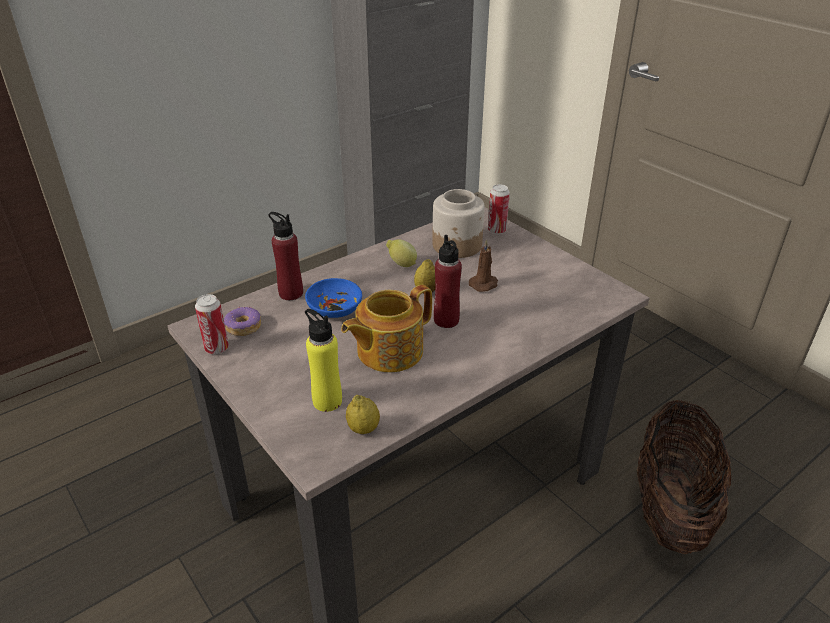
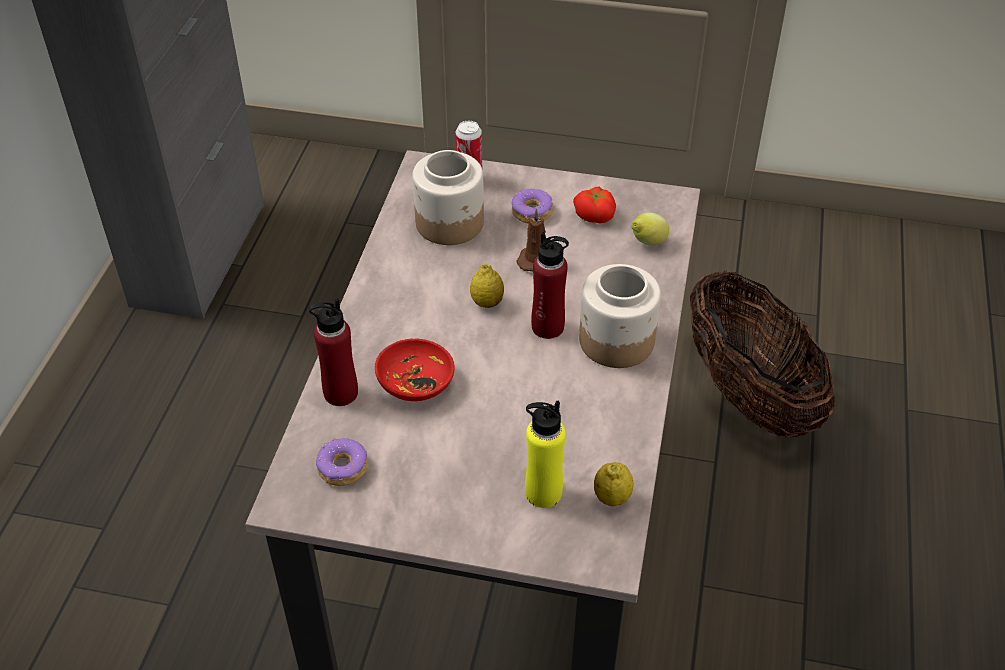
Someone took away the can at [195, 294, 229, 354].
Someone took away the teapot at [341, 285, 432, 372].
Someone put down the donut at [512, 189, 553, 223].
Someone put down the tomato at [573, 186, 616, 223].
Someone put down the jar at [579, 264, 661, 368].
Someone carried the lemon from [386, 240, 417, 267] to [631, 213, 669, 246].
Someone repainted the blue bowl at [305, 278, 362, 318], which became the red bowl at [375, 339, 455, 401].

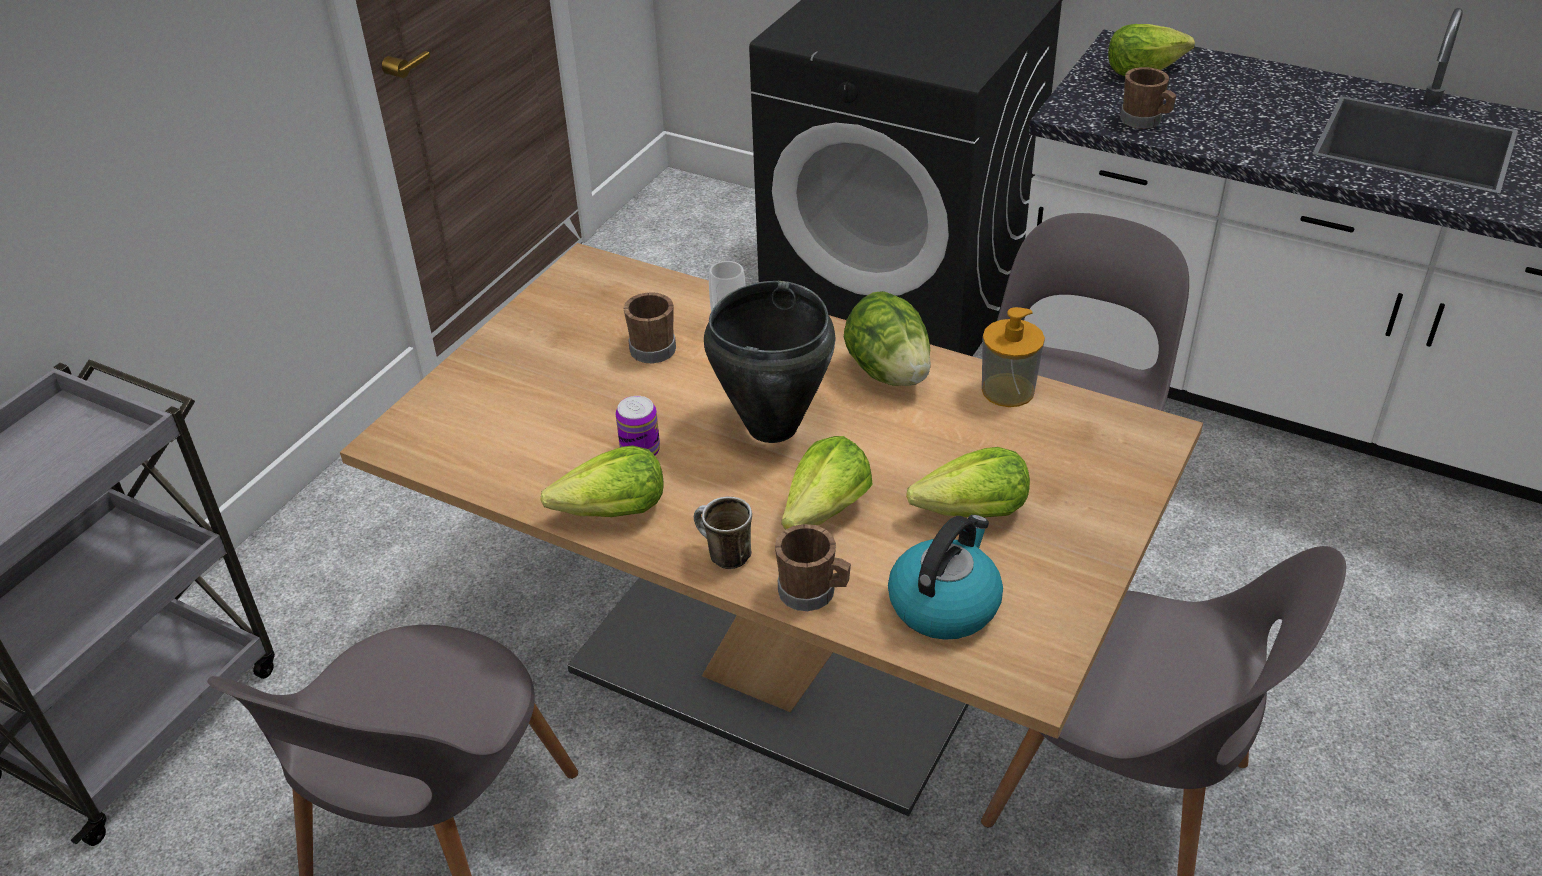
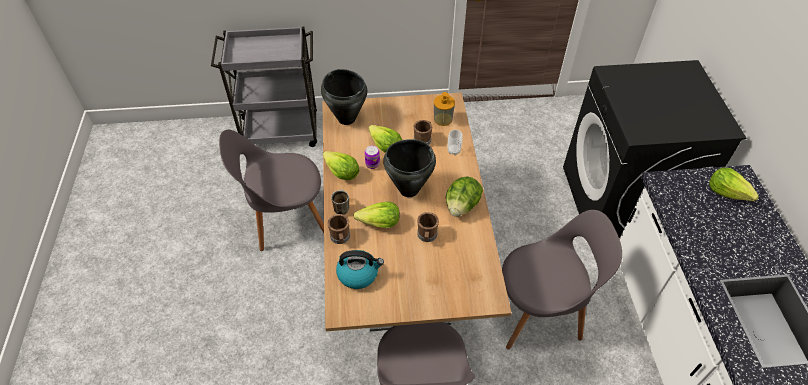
Someone put down the black cooking pot at [321, 69, 367, 125].
Someone carried the lettuce from [906, 447, 1030, 517] to [368, 125, 402, 153].
Someone carried the soap dispenser from [982, 307, 1045, 407] to [434, 92, 455, 126].
Someone carried the brown mug from [1120, 67, 1177, 129] to [417, 212, 439, 242].

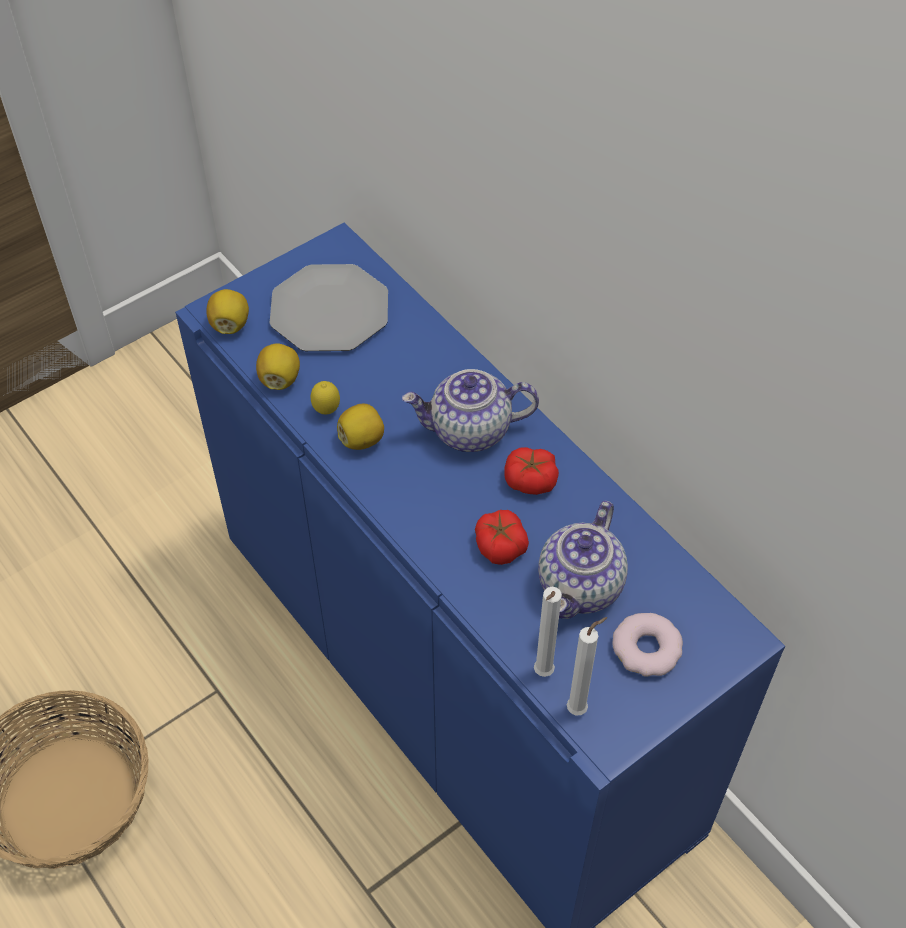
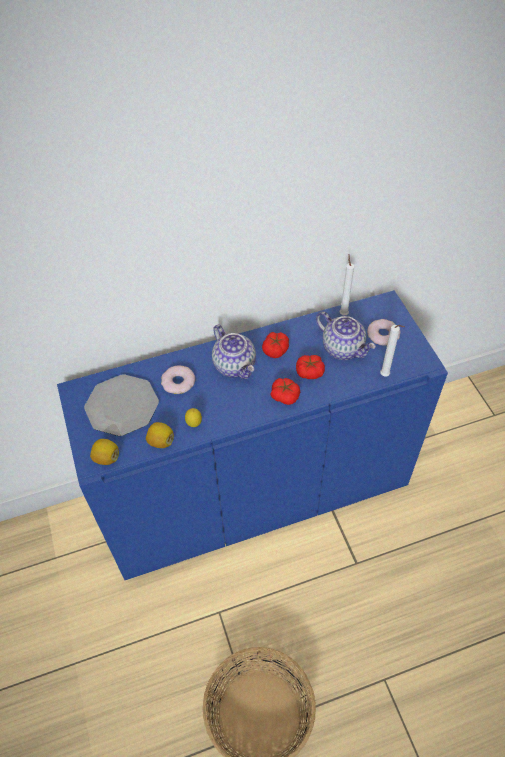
Someone took away the lemon at [337, 404, 384, 450].
Someone put down the donut at [161, 365, 195, 394].
Someone put down the tomato at [270, 378, 300, 405].
Someone carried the white candle from [567, 617, 608, 716] to [340, 254, 354, 316].
Someone rotated the teapot at [402, 369, 539, 452] by 45 degrees counterclockwise.

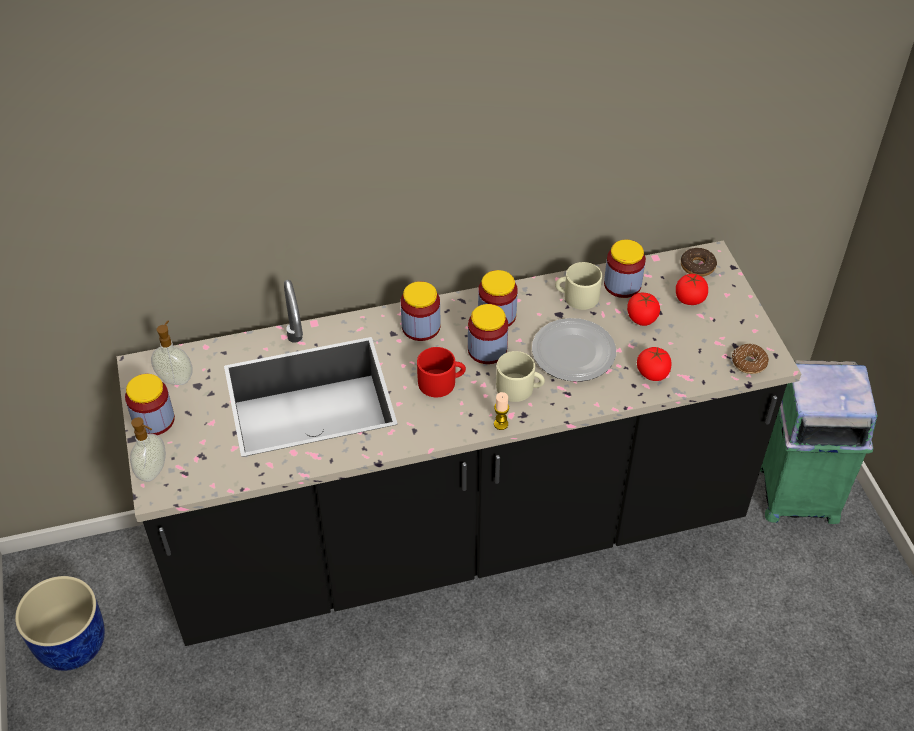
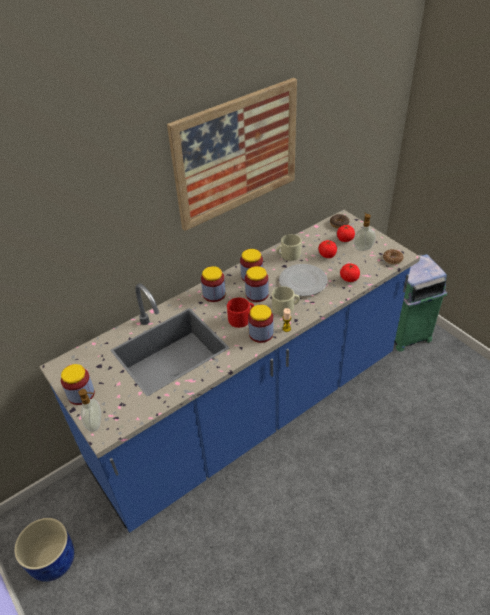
Someone put up the picture at [167, 78, 297, 231].
Someone carried the soap dispenser from [151, 320, 193, 385] to [354, 213, 376, 251].
Someone carried the jar from [604, 240, 646, 298] to [248, 305, 274, 343].
Someone repainted the black counter at [117, 240, 801, 646], which became the blue counter at [39, 210, 420, 533].

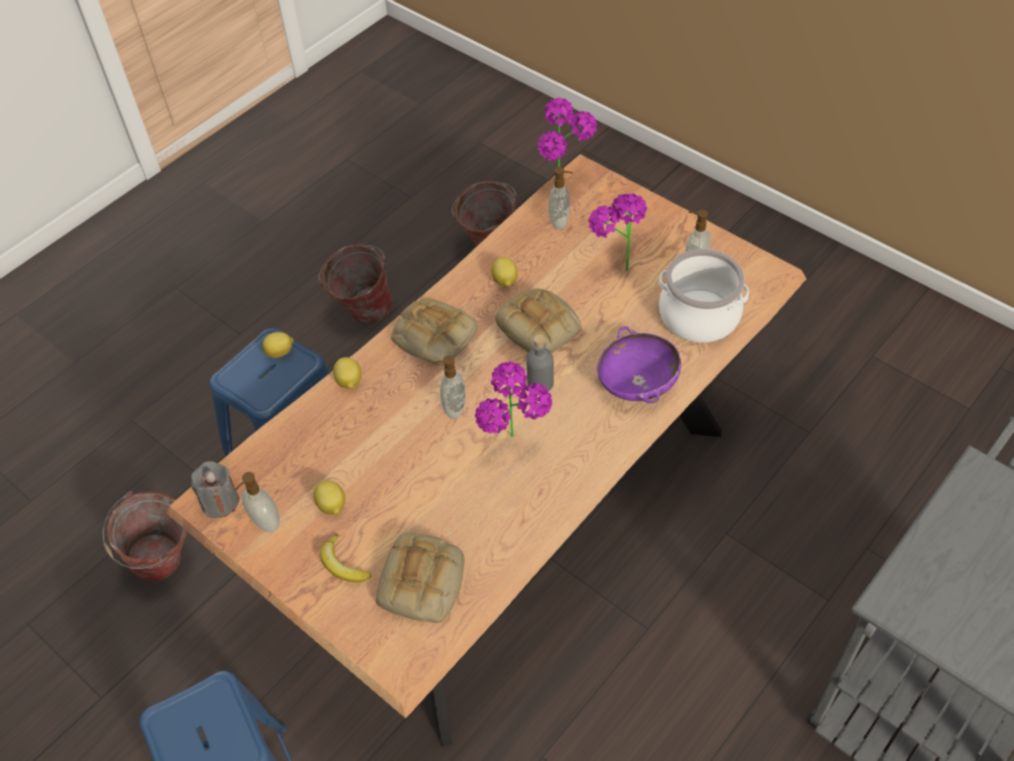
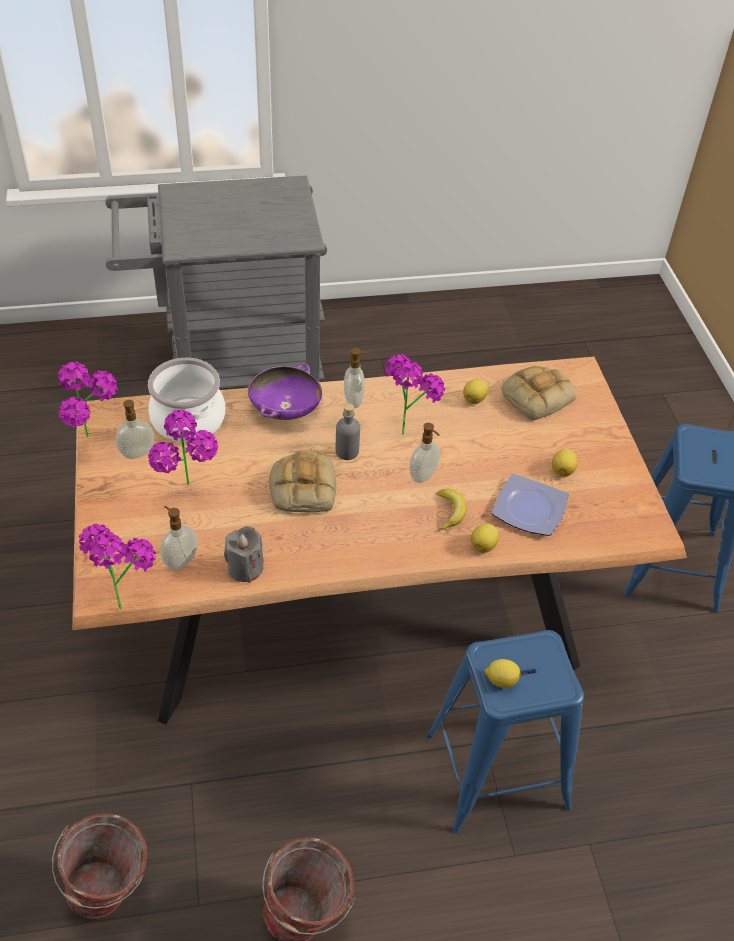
Someone took away the bucket at [103, 491, 187, 582].
Someone took away the bread at [391, 298, 478, 366].
Someone put down the potted plant at [58, 361, 117, 438].
Someone put down the plate at [492, 474, 569, 536].
Someone carried the grey candle from [191, 461, 239, 518] to [224, 526, 264, 583].
Someone carried the soap dispenser from [235, 472, 280, 533] to [344, 348, 369, 408].
Someone carried the banana from [320, 533, 372, 583] to [437, 489, 467, 530].
Someone carried the lemon from [491, 257, 518, 287] to [463, 379, 488, 404].

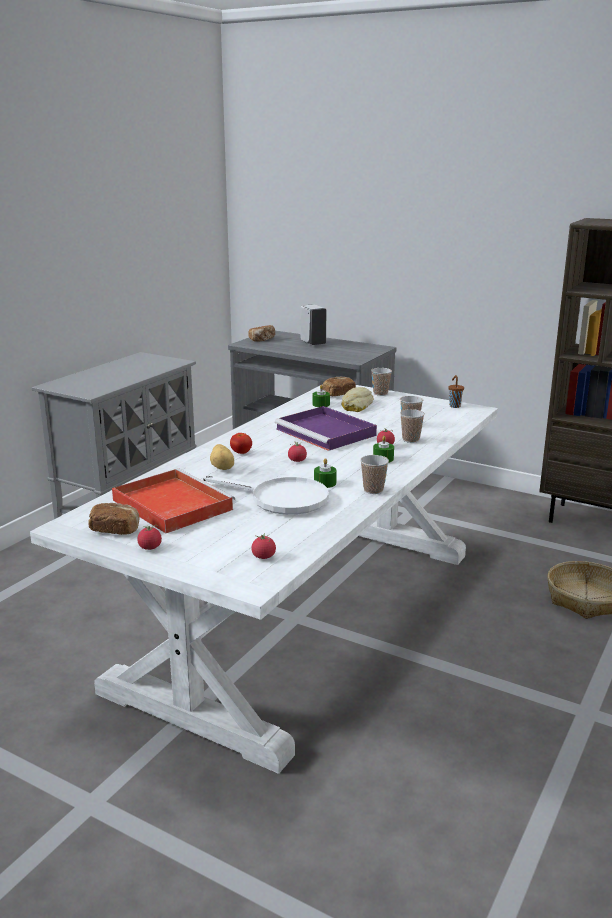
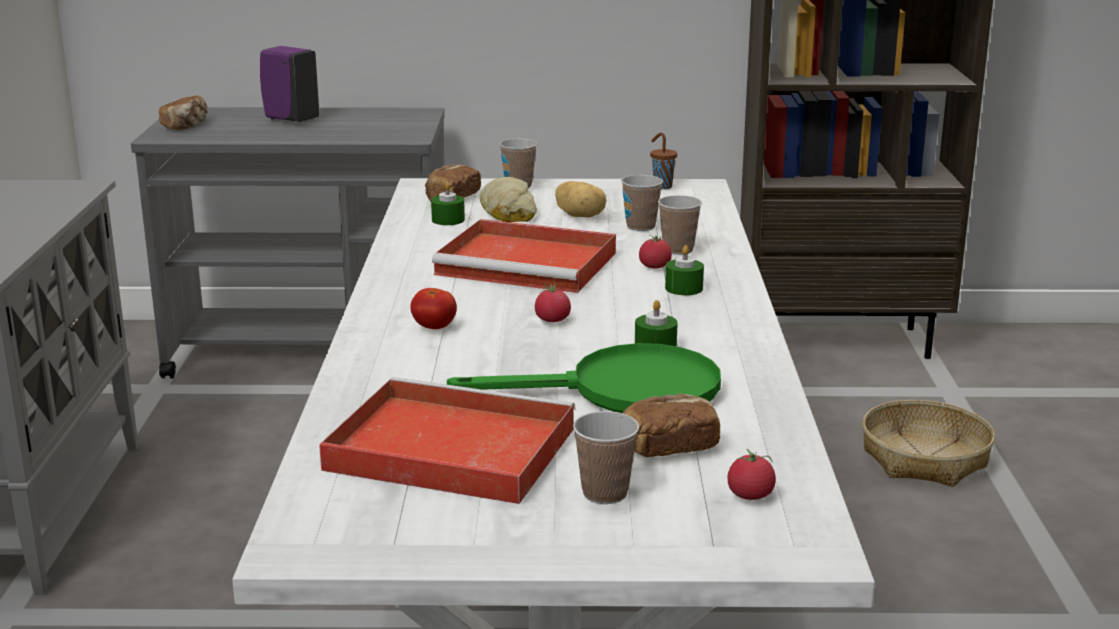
Someone took away the tomato at [137, 525, 162, 550].
Someone carried the bread from [88, 503, 139, 535] to [623, 394, 720, 457].
Someone carried the potato from [210, 444, 234, 470] to [555, 181, 606, 218].
Someone carried the cup from [360, 455, 389, 494] to [573, 411, 640, 504].
Someone repainted the white frying pan at [202, 475, 329, 515], which became the green frying pan at [447, 343, 721, 413].
Someone repainted the purple tray at [275, 406, 377, 451], which became the red tray at [432, 219, 616, 293].
Someone repainted the white soap dispenser at [300, 304, 326, 345], which became the purple soap dispenser at [260, 46, 319, 122].

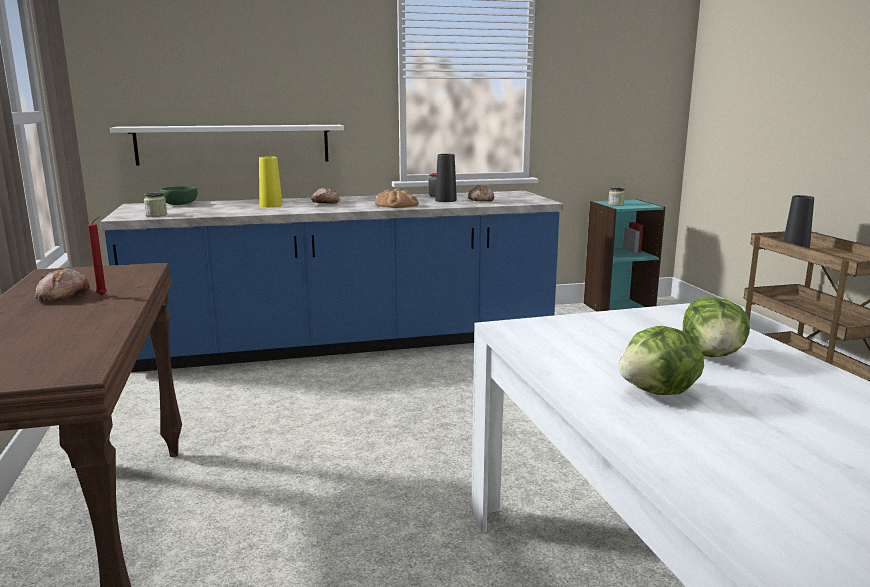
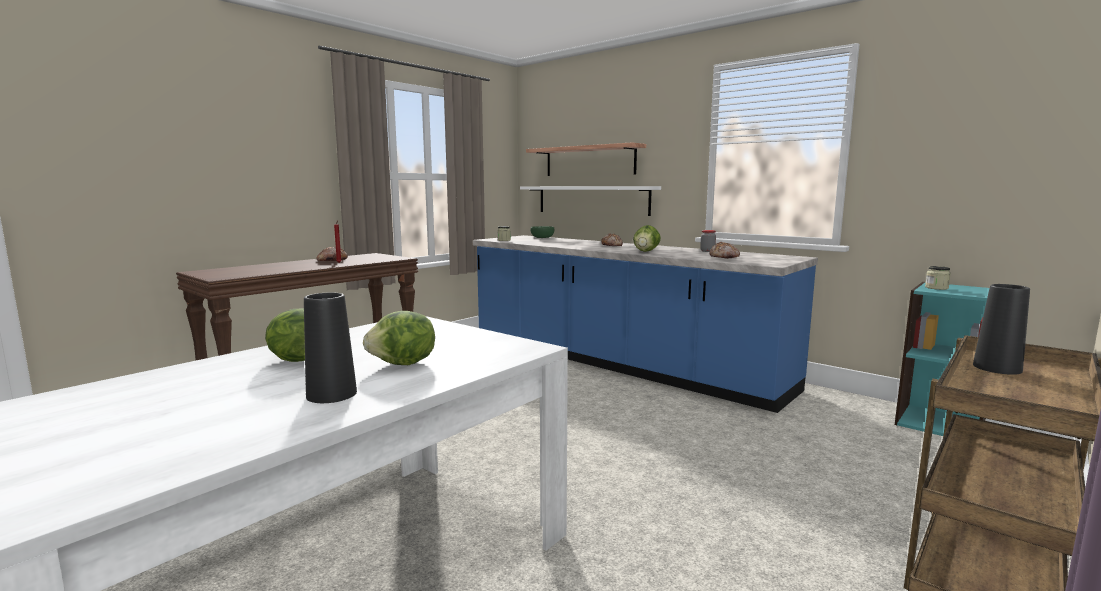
Someone took away the yellow vase at [259, 156, 283, 207].
Someone put up the shelf at [526, 142, 646, 176].
Someone carried the black vase from [435, 154, 457, 202] to [304, 292, 357, 403].
Someone swapped the bread at [375, 188, 419, 208] for the lettuce at [633, 225, 661, 252].

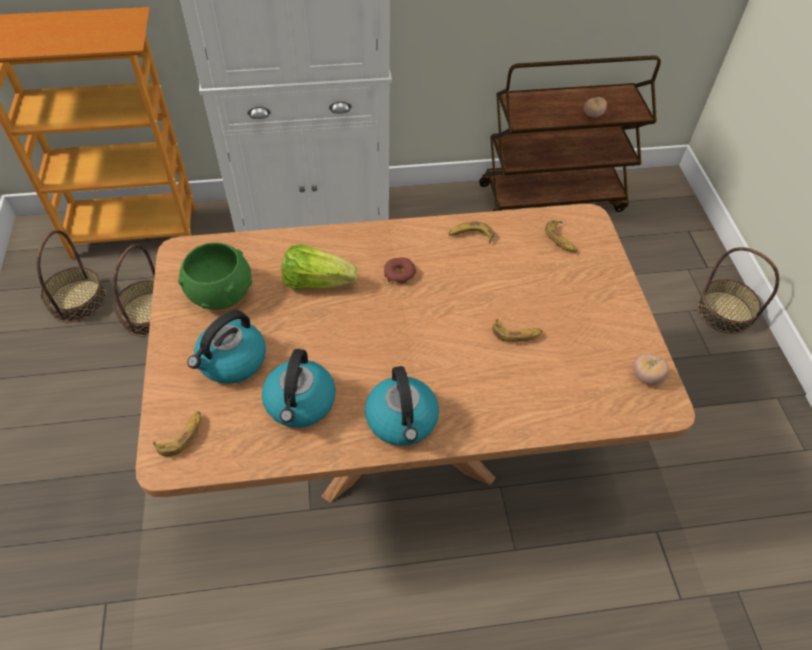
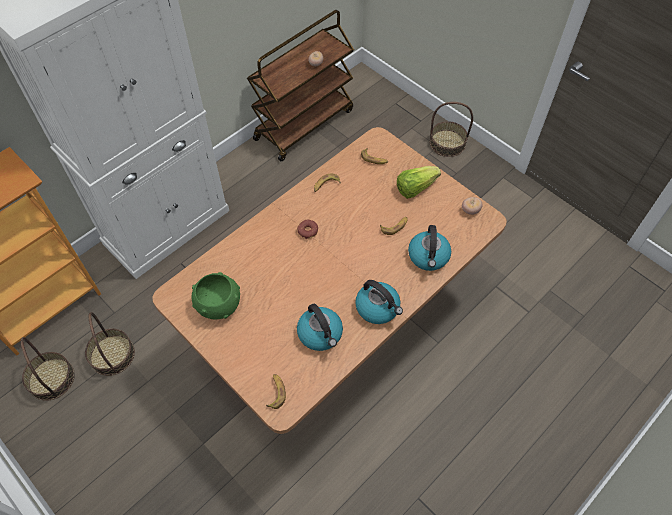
Someone carried the kettle from [187, 310, 266, 384] to [408, 225, 451, 271].
Someone carried the lettuce from [281, 244, 358, 290] to [397, 166, 441, 199].

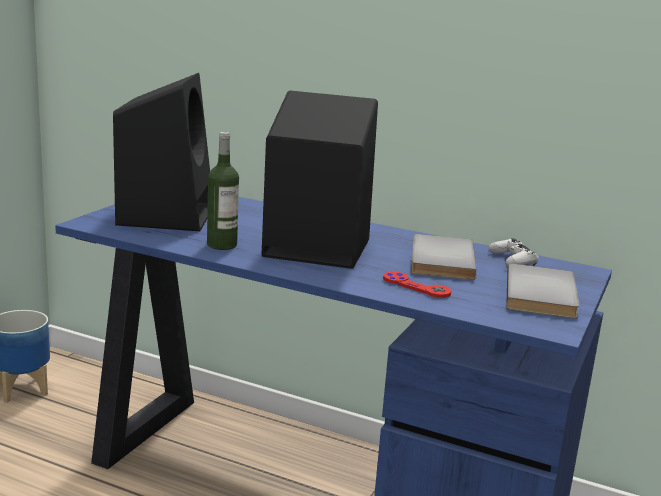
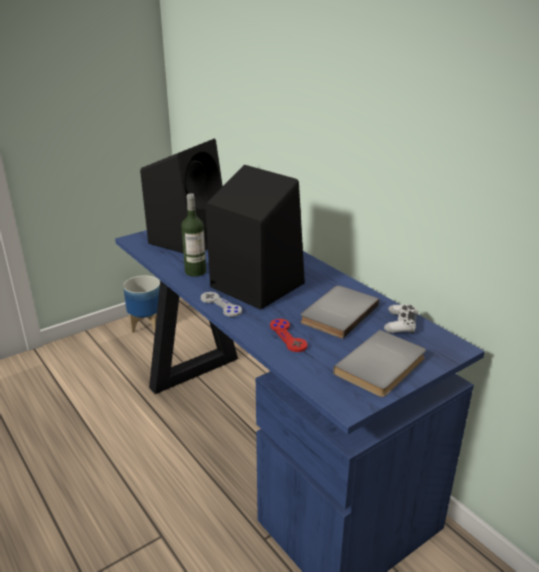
Someone put down the grey game controller at [201, 292, 242, 317].

